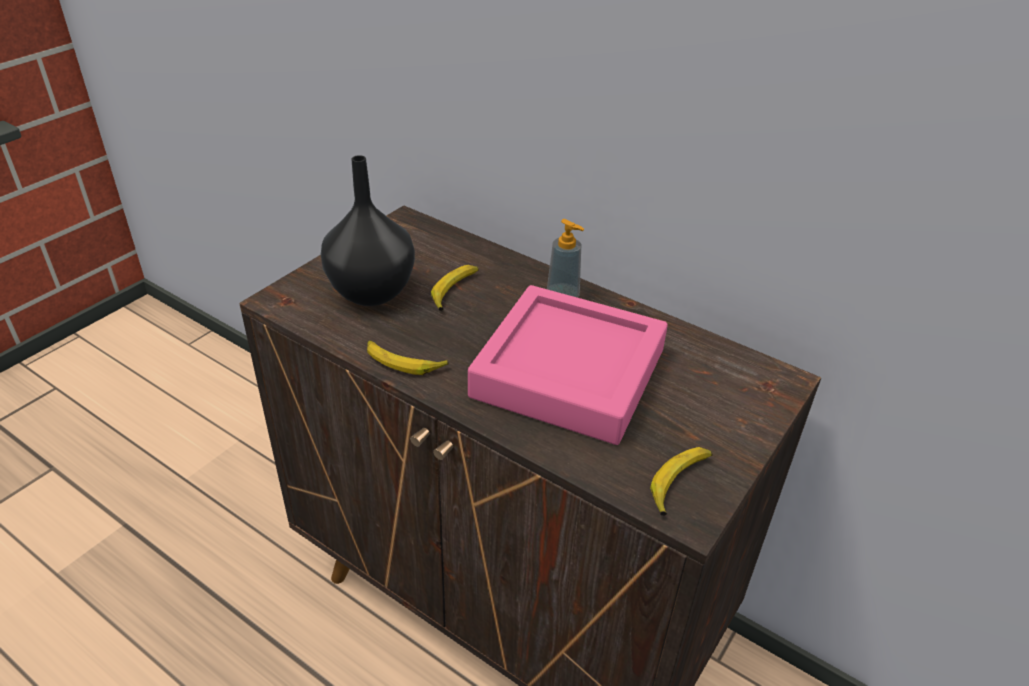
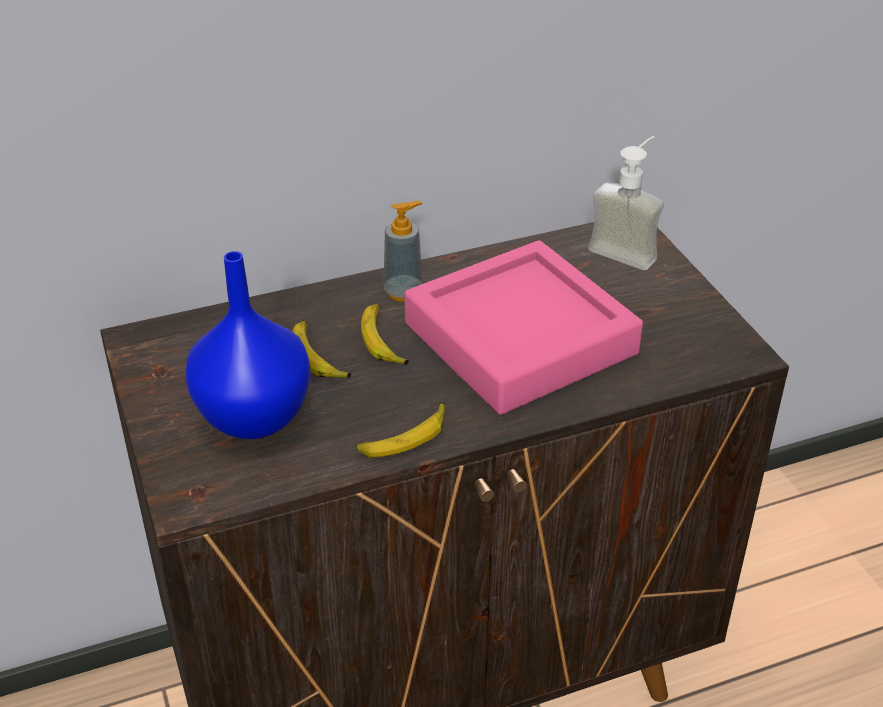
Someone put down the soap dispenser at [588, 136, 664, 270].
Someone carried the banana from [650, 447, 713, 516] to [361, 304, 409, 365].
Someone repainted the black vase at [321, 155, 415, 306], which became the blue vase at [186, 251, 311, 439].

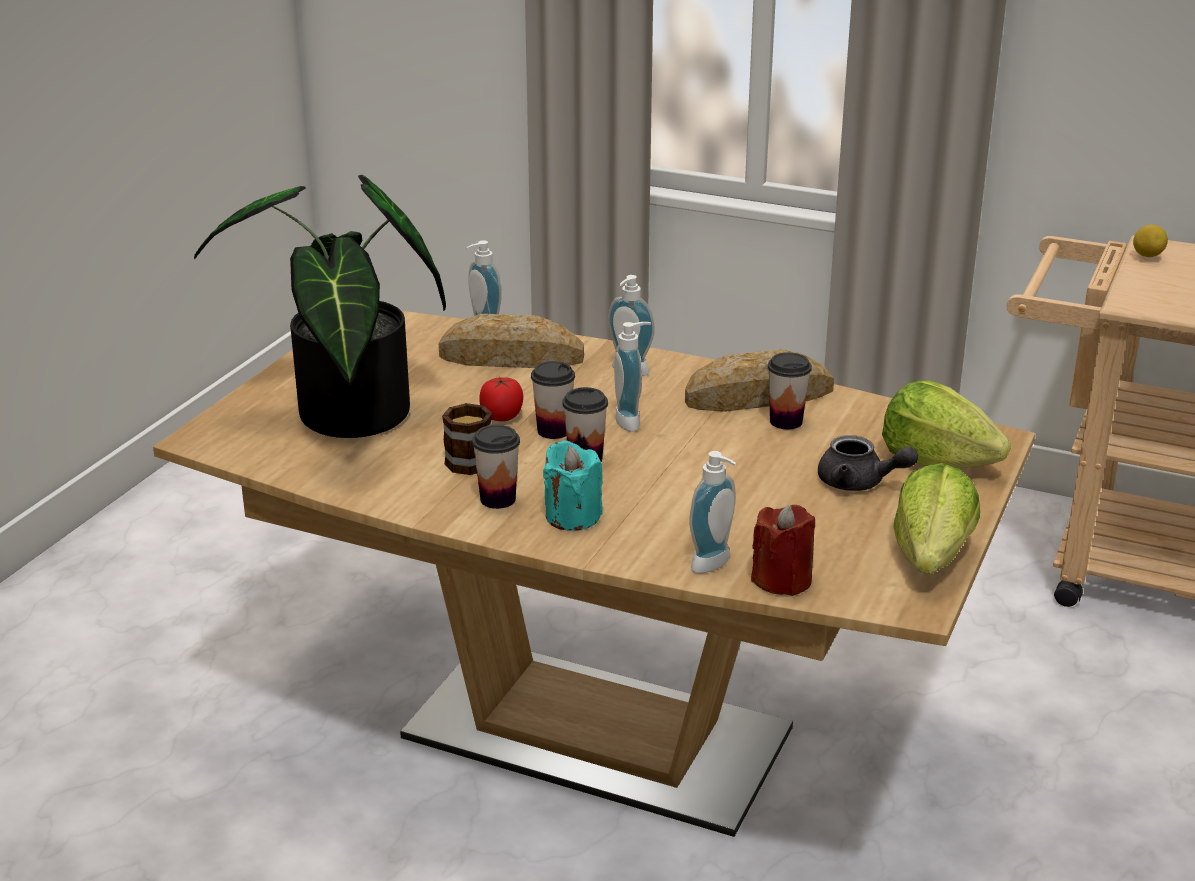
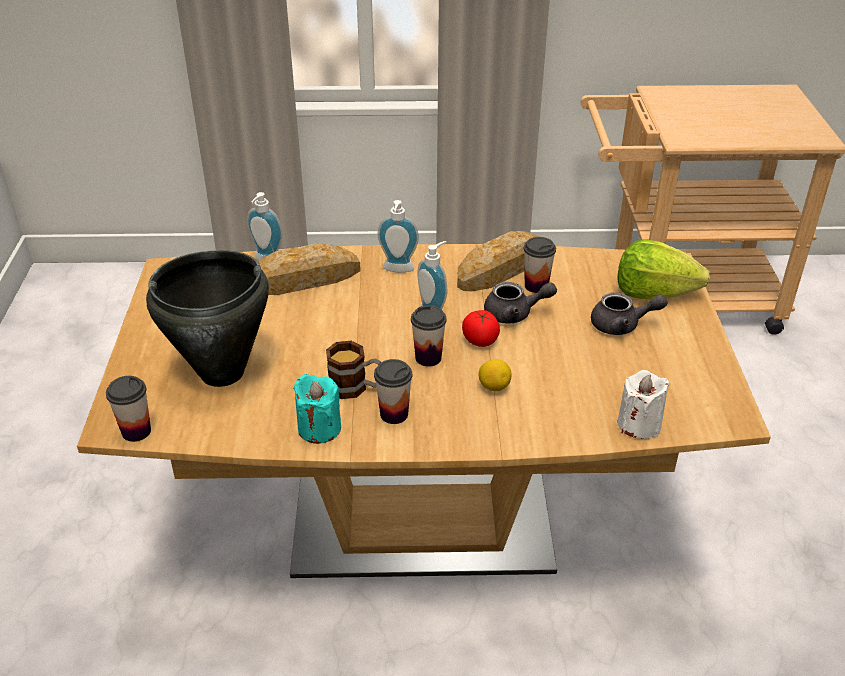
Someone took away the soap dispenser at [689, 451, 736, 574].
Someone took away the lettuce at [893, 463, 980, 574].
Someone put down the grey teapot at [484, 282, 557, 324].
Someone carried the tomato from [480, 377, 523, 421] to [462, 310, 500, 347].
Someone carried the cup from [531, 361, 575, 439] to [106, 376, 151, 442].
Someone carried the turquoise candle from [543, 440, 603, 531] to [293, 374, 341, 444].
Someone carried the lemon from [1133, 225, 1168, 257] to [478, 359, 512, 391].
Someone swapped the potted plant at [194, 175, 446, 438] for the black cooking pot at [146, 250, 269, 387].
Someone repainted the red candle at [751, 505, 815, 596], which became the white candle at [617, 370, 669, 439].

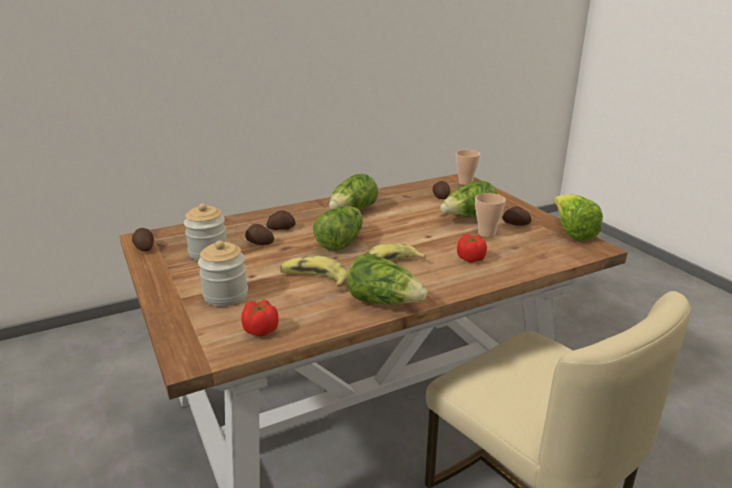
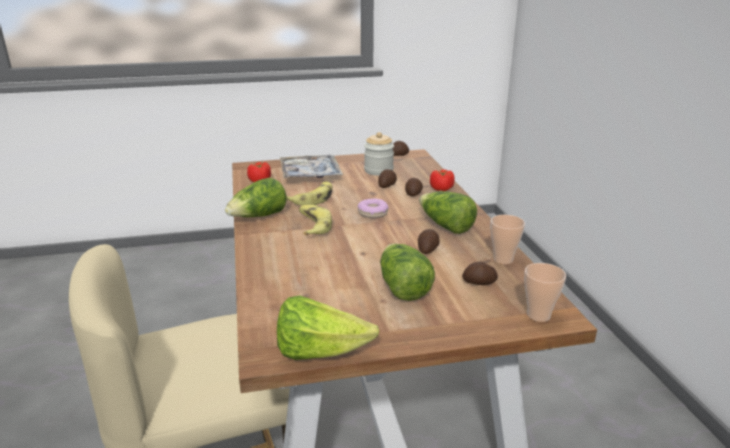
Someone carried the tomato from [457, 234, 487, 263] to [430, 169, 455, 191].
Someone carried the cup from [475, 193, 506, 237] to [490, 215, 525, 264].
Someone carried the potato from [502, 206, 531, 226] to [418, 229, 440, 254].
Someone swapped the jar at [198, 240, 248, 306] for the tray at [280, 155, 343, 179].
Someone swapped the lettuce at [313, 206, 363, 251] for the donut at [358, 199, 389, 218].

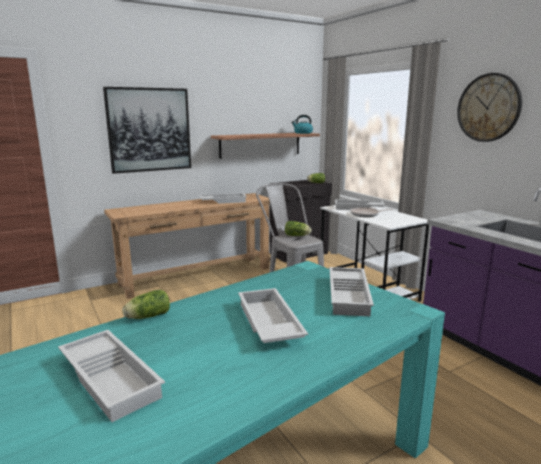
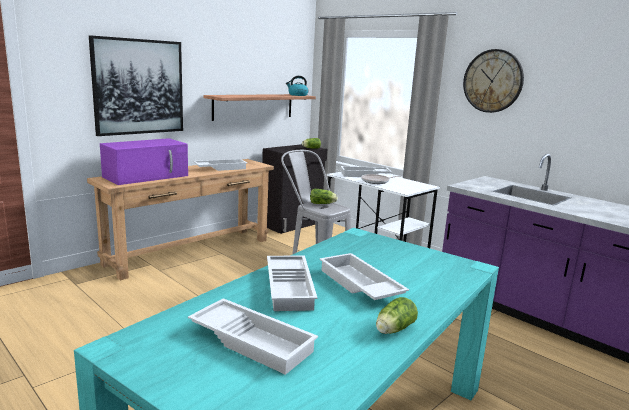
Someone put down the purple microwave at [100, 138, 188, 185].
Someone carried the lettuce from [122, 290, 170, 319] to [376, 297, 418, 334].
Someone carried the white tray from [330, 267, 374, 317] to [267, 256, 317, 311].

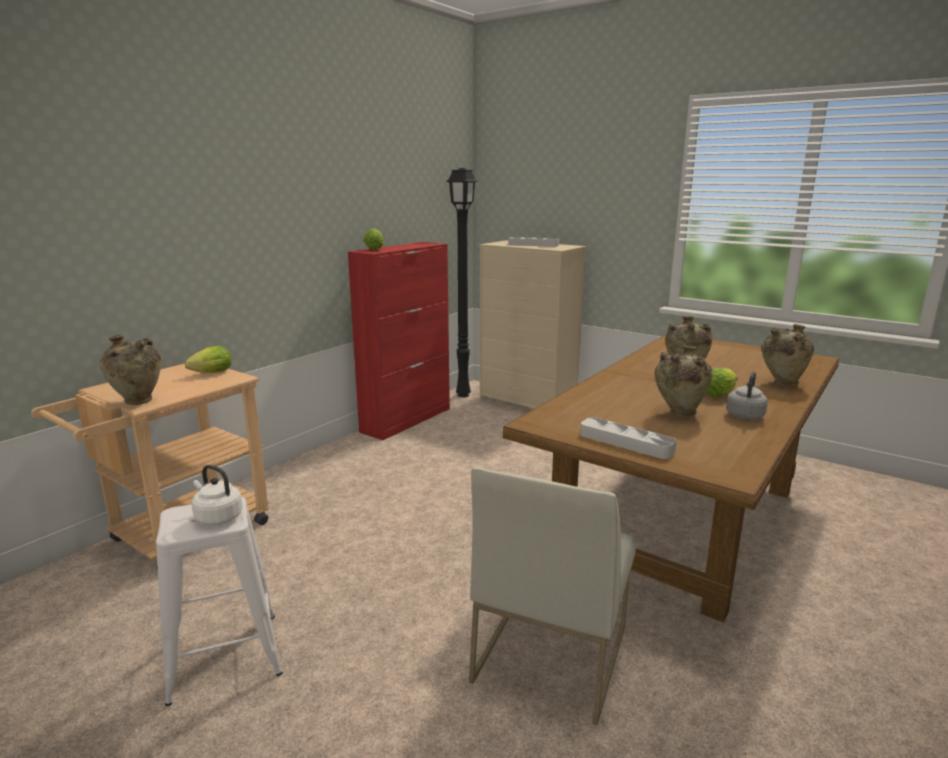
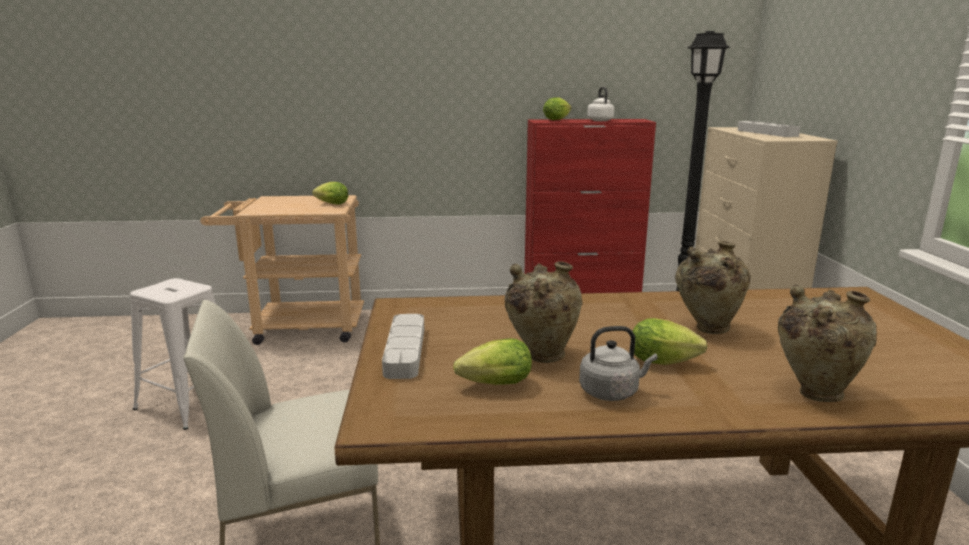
Someone took away the beige vase at [100, 335, 161, 405].
Someone put down the lettuce at [453, 338, 532, 385].
Someone carried the white kettle from [192, 465, 243, 526] to [587, 87, 614, 121].

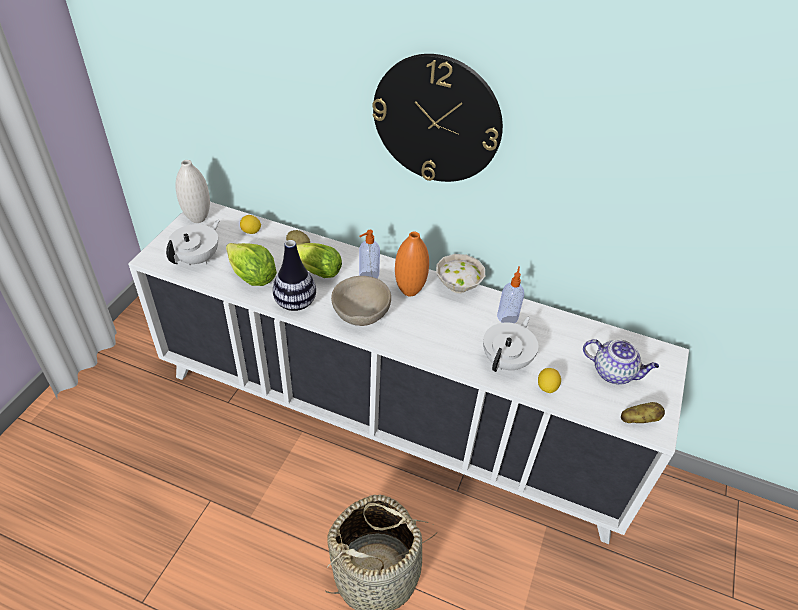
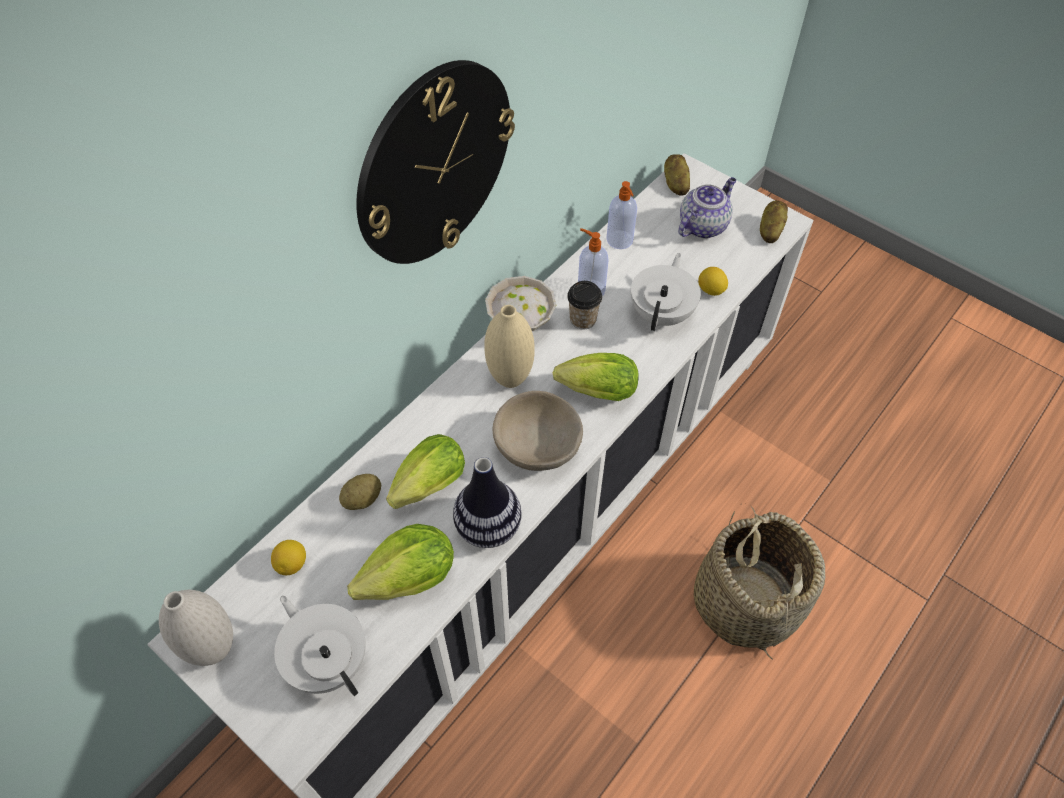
Someone put down the lettuce at [553, 353, 639, 401].
Someone put down the cup at [567, 281, 602, 330].
Someone put down the potato at [664, 154, 690, 195].
Someone carried the soap dispenser from [359, 230, 380, 278] to [606, 181, 637, 249].
Someone repainted the orange vase at [395, 232, 429, 296], which became the beige vase at [484, 305, 535, 388].
Someone rotated the white teapot at [483, 317, 538, 372] by 60 degrees clockwise.

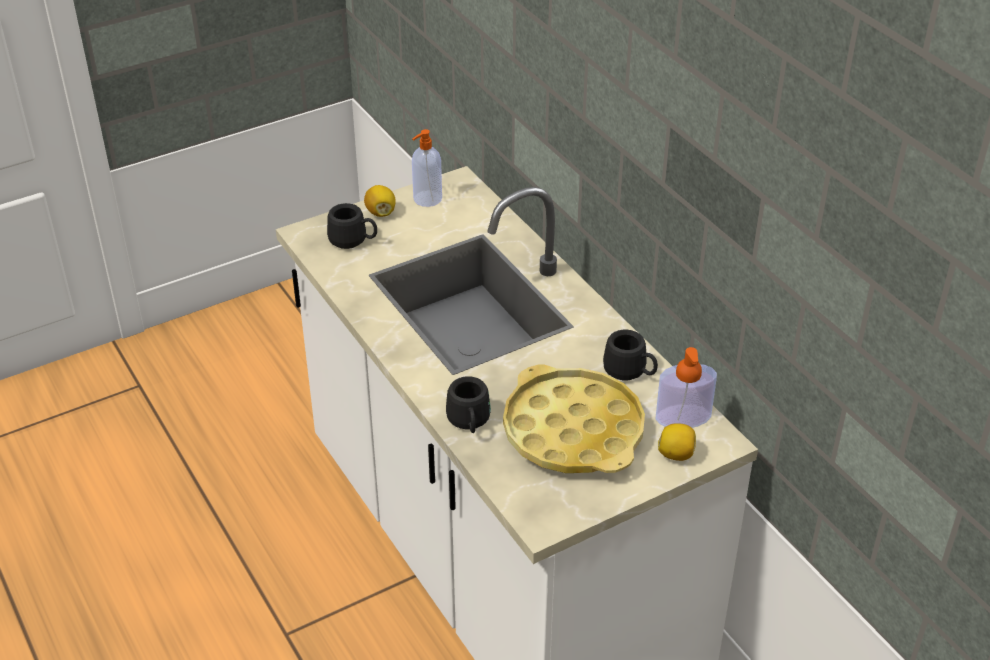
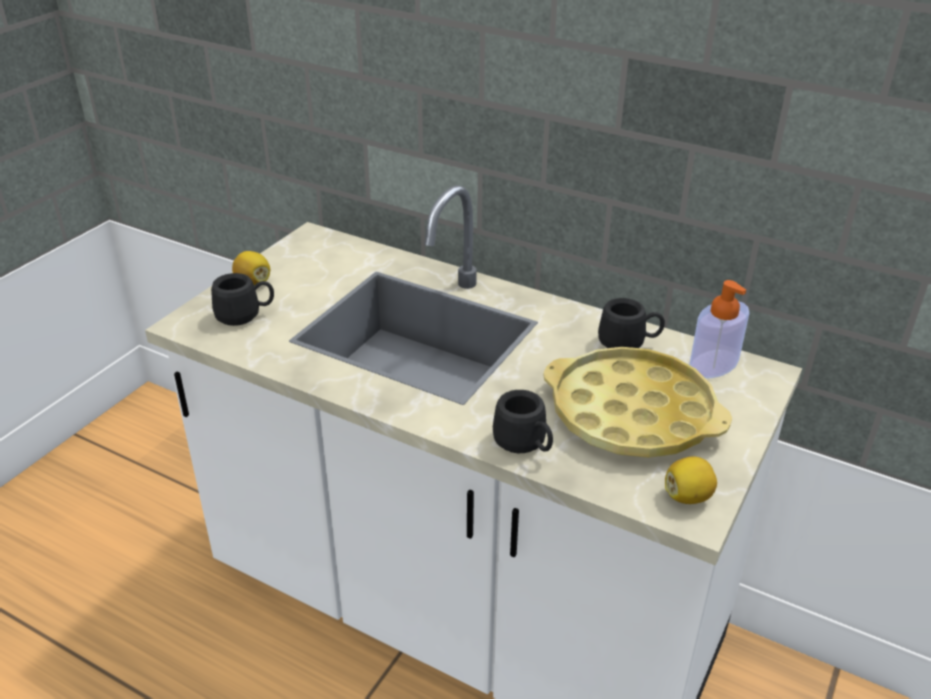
Someone took away the soap dispenser at [412, 129, 442, 207].
Someone carried the lemon from [658, 423, 696, 461] to [665, 456, 717, 504].

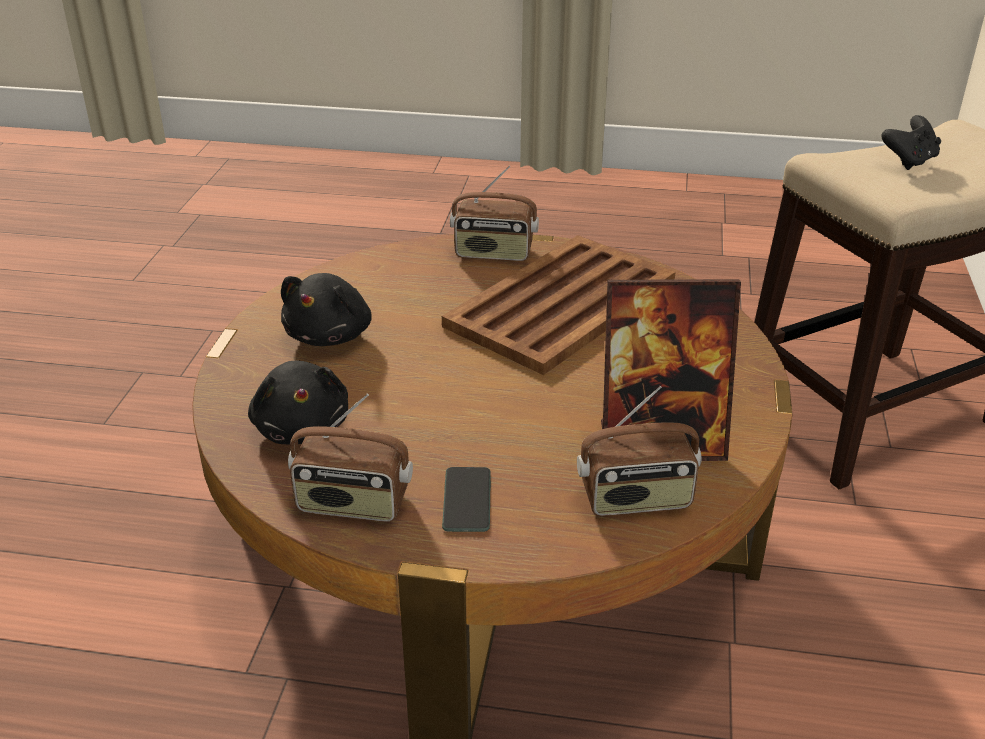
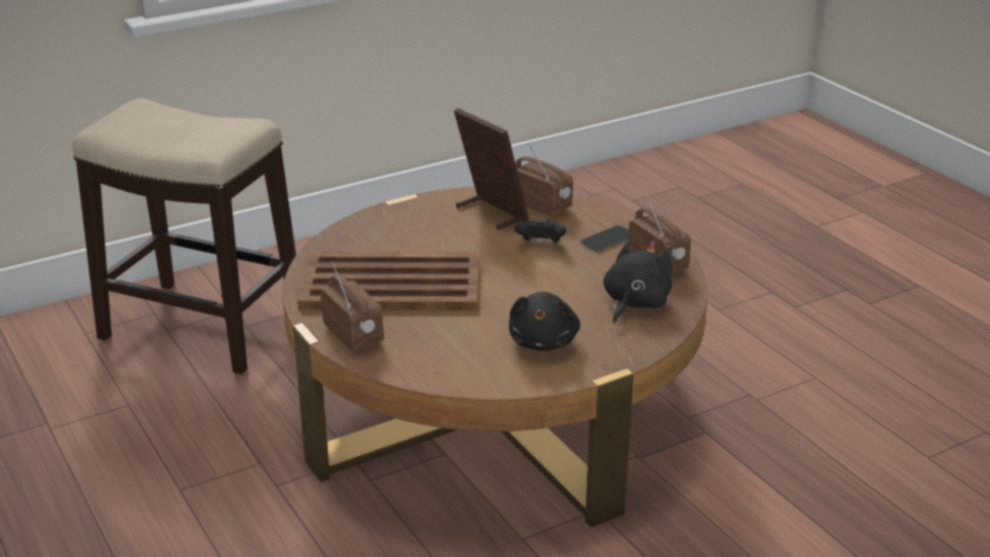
Someone carried the black game controller from [881, 115, 941, 170] to [514, 219, 566, 243].
Someone rotated the black plush toy at [281, 273, 372, 346] by 120 degrees clockwise.

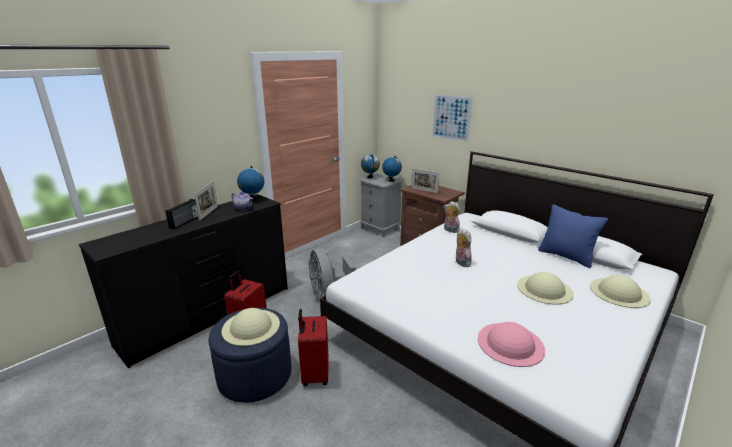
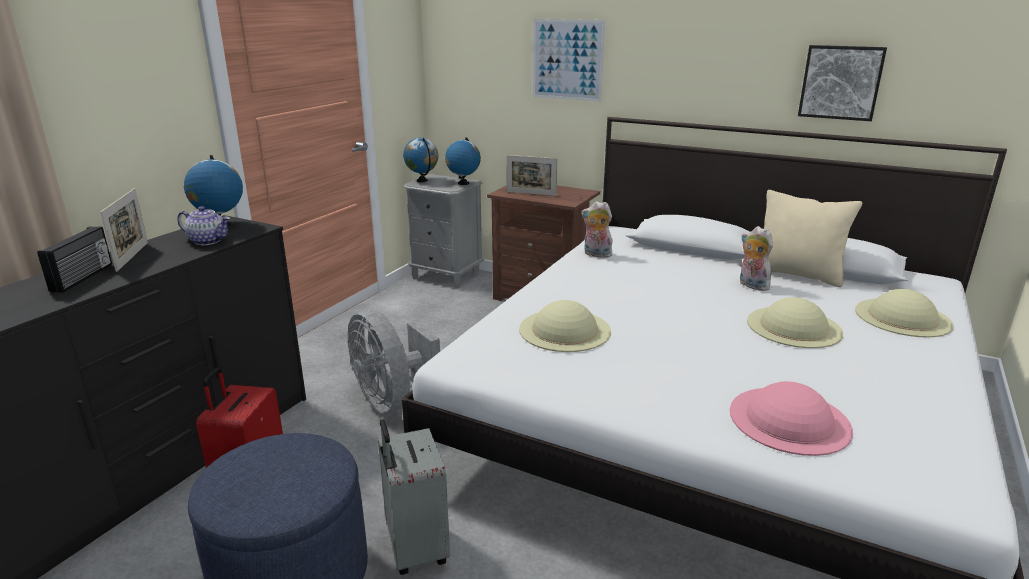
Someone put up the picture at [798, 45, 887, 121].
Someone carried the beige hat from [221, 308, 280, 346] to [519, 300, 611, 352].
Someone carried the plush toy from [456, 229, 472, 267] to [740, 226, 773, 291].
Someone repainted the red suitcase at [298, 309, 329, 386], which became the grey suitcase at [378, 419, 450, 575].
Someone repainted the blue pillow at [538, 204, 608, 268], which became the beige pillow at [764, 190, 862, 287].

